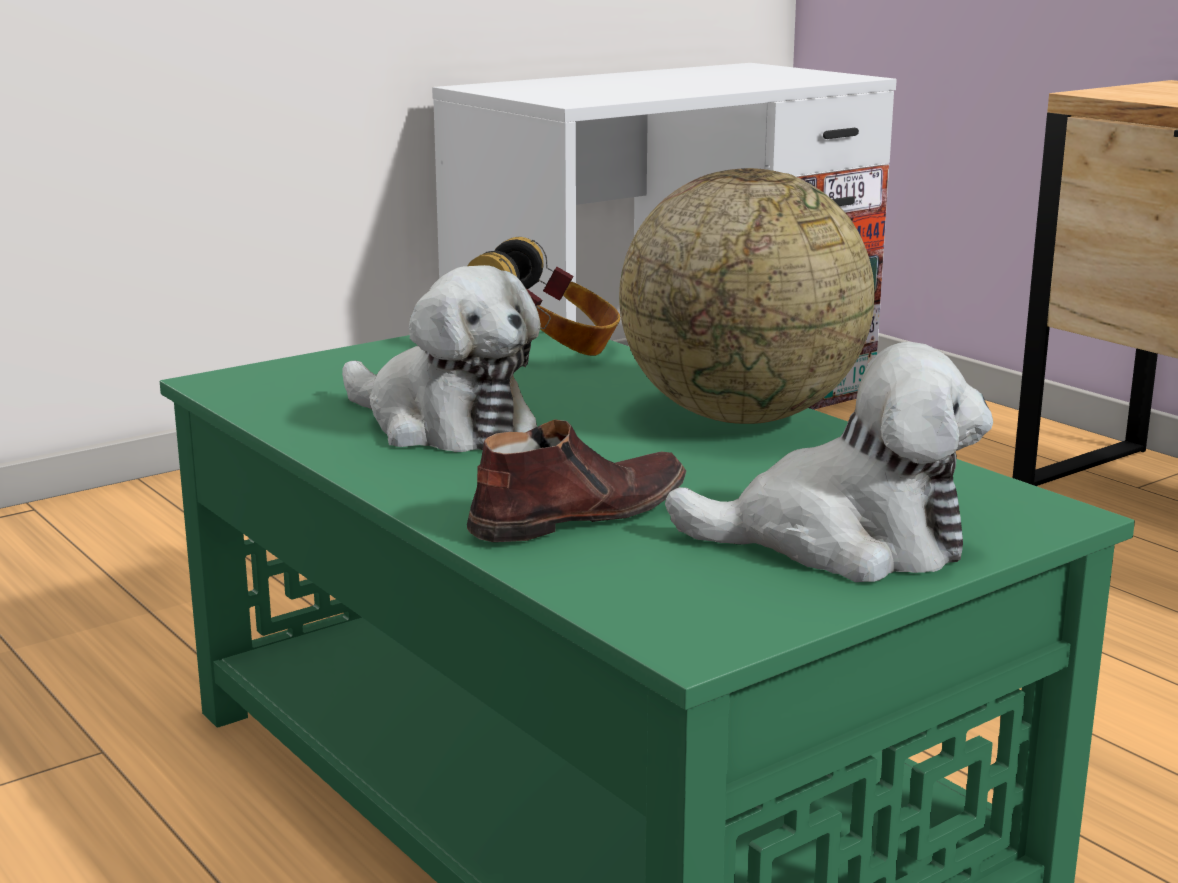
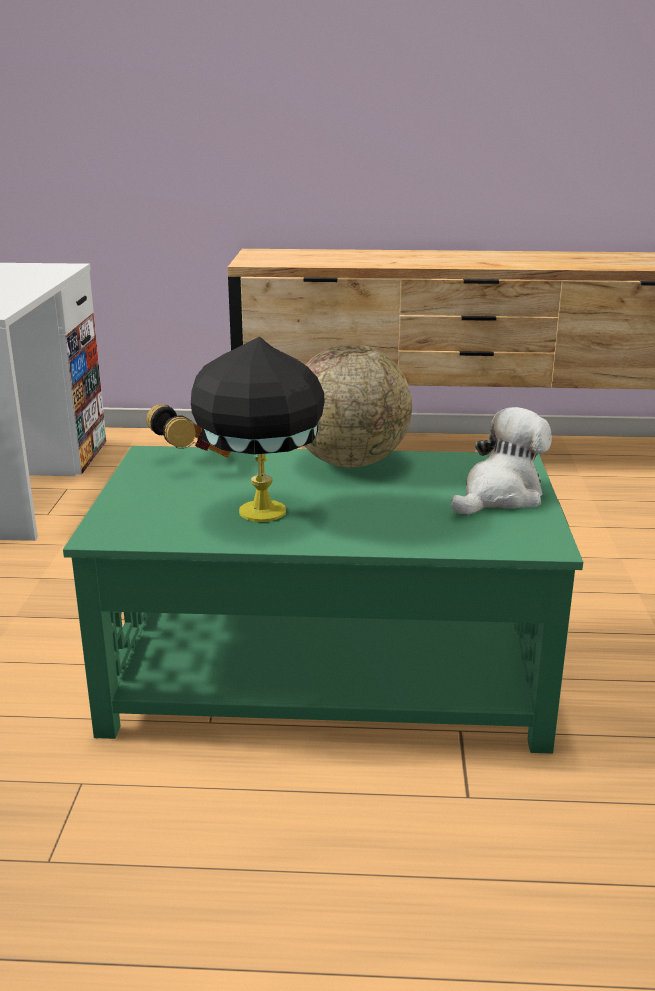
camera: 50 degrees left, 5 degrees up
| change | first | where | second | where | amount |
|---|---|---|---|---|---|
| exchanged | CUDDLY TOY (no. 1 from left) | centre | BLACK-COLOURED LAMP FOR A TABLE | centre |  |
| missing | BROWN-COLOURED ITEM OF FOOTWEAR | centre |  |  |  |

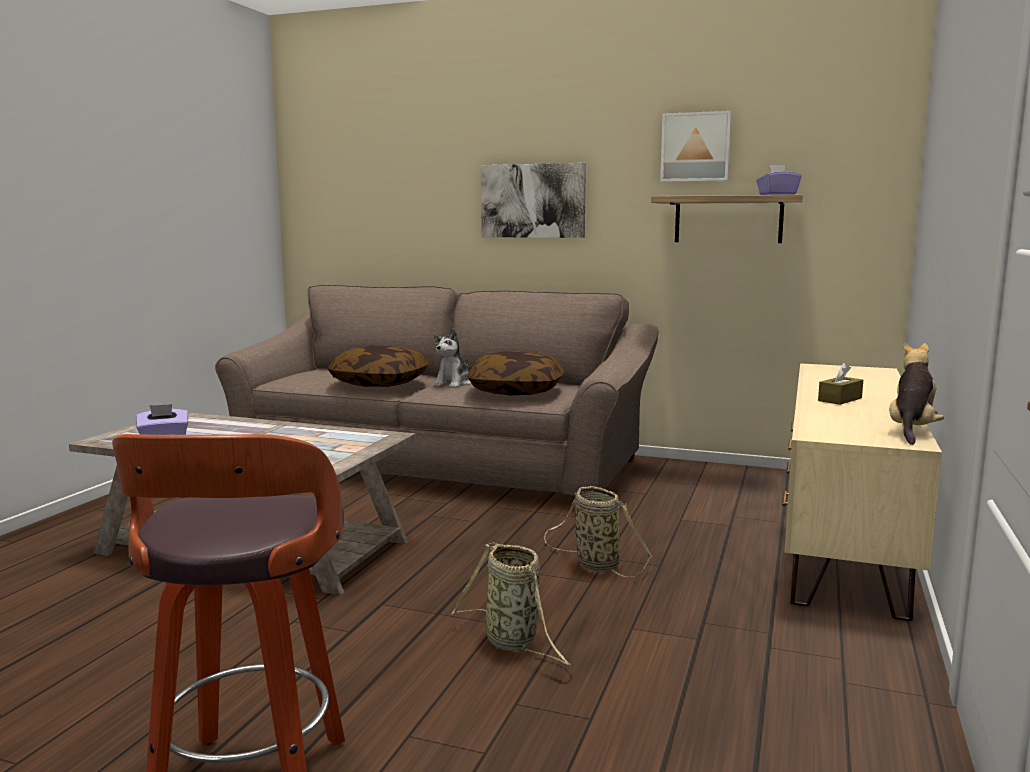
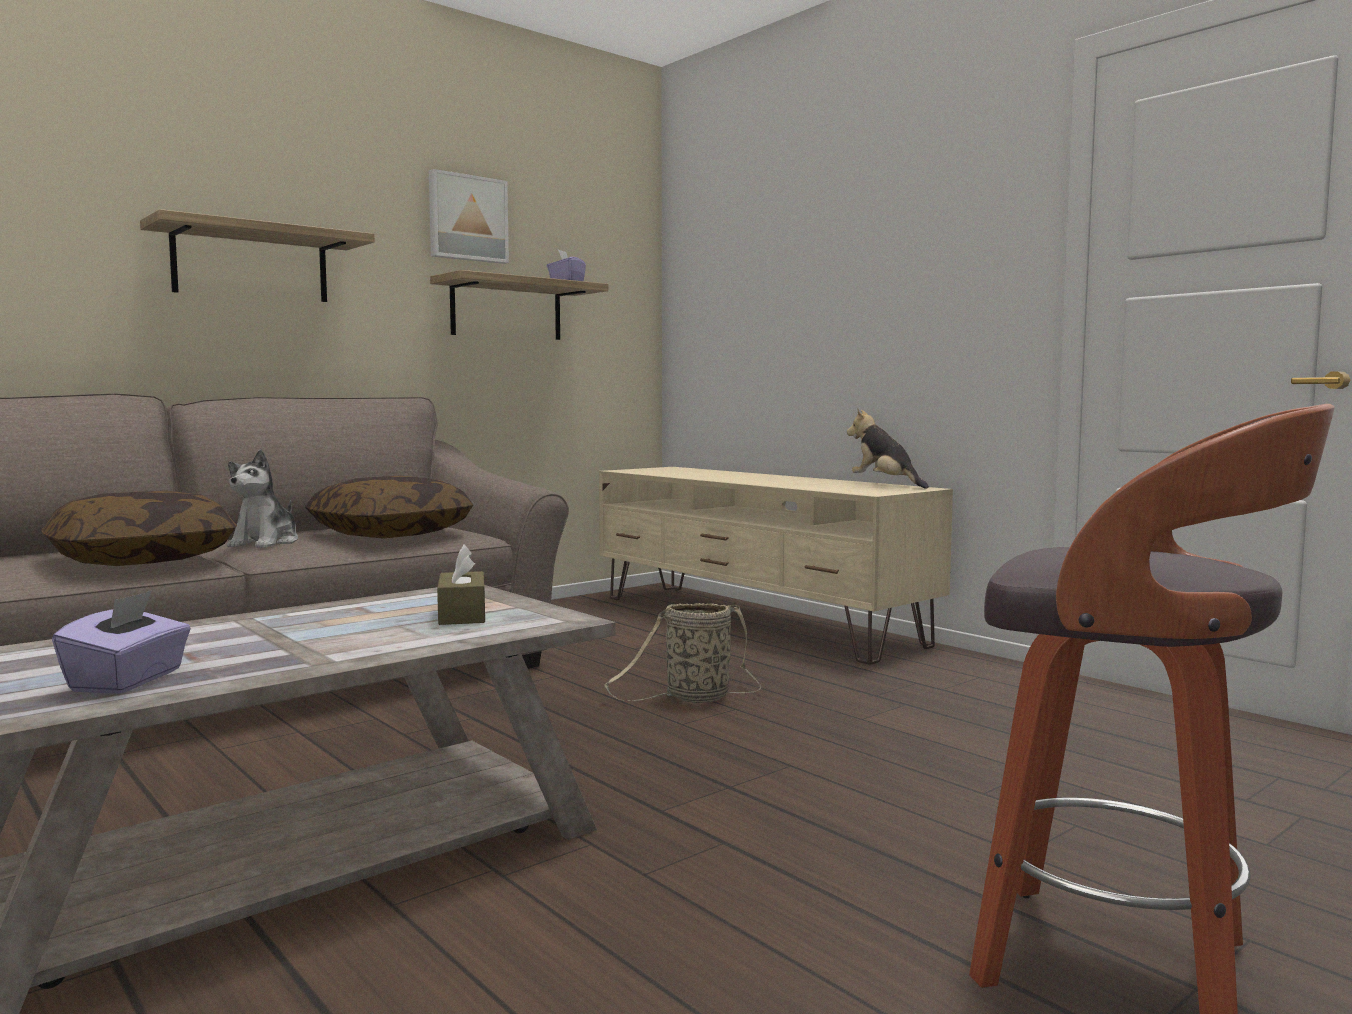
camera: 60 degrees left, 5 degrees down
| change | first | where | second | where | amount |
|---|---|---|---|---|---|
| exchanged | WALL ART (no. 1 from left) | top centre | SHELF (no. 1 from left) | top left |  |
| spun | CUDDLY TOY (no. 1 from left) | centre |  | middle left | 45 degrees clockwise |
| relocated | BROWN-COLOURED TISSUE HOLDER | middle right |  | centre |  |
| missing | BASKET (no. 1 from left) | bottom centre |  |  |  |

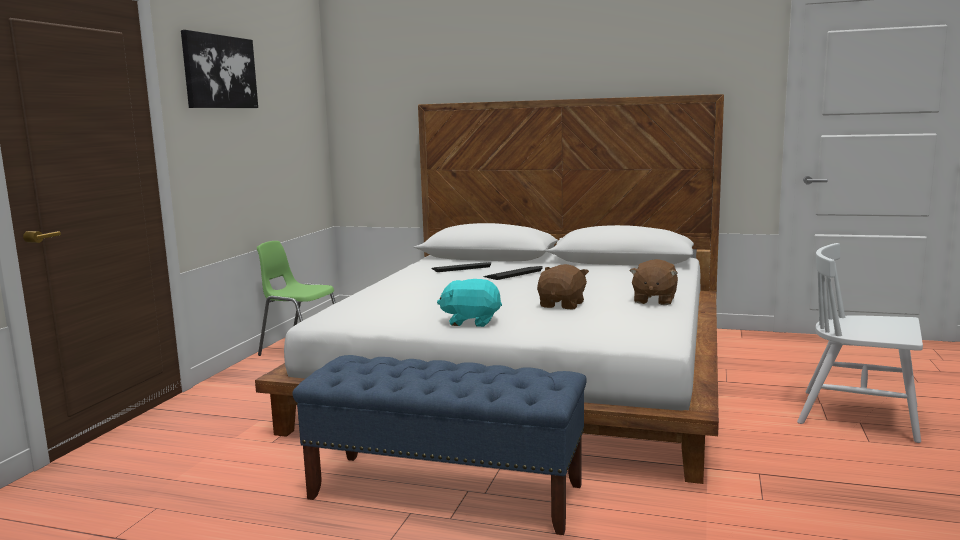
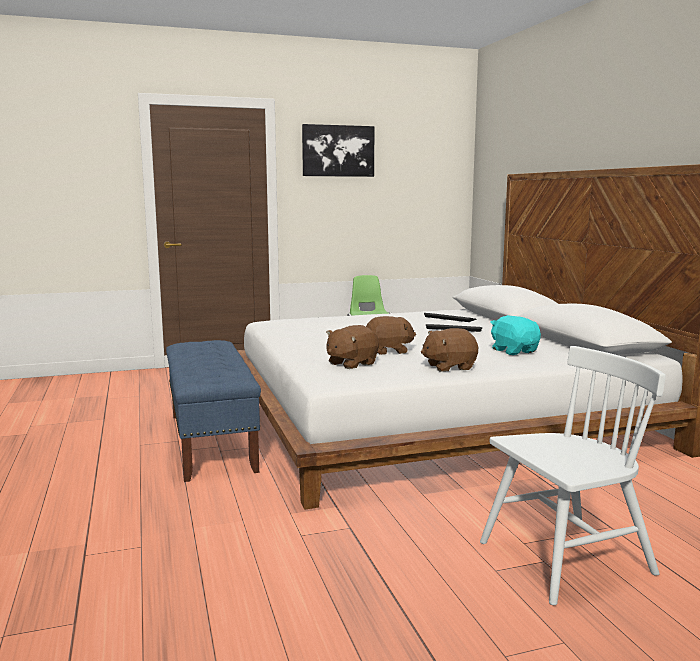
camera: 55 degrees right, 0 degrees up
| change | first | where | second | where | amount |
|---|---|---|---|---|---|
| spun | WHITE-COLOURED CHAIR | middle right |  | bottom right | 75 degrees clockwise |
| relocated | TURQUOISE CUDDLY TOY | centre |  | middle right |  |
| appeared |  |  | BROWN-COLOURED CUDDLY TOY (no. 1 from left) | centre |  |

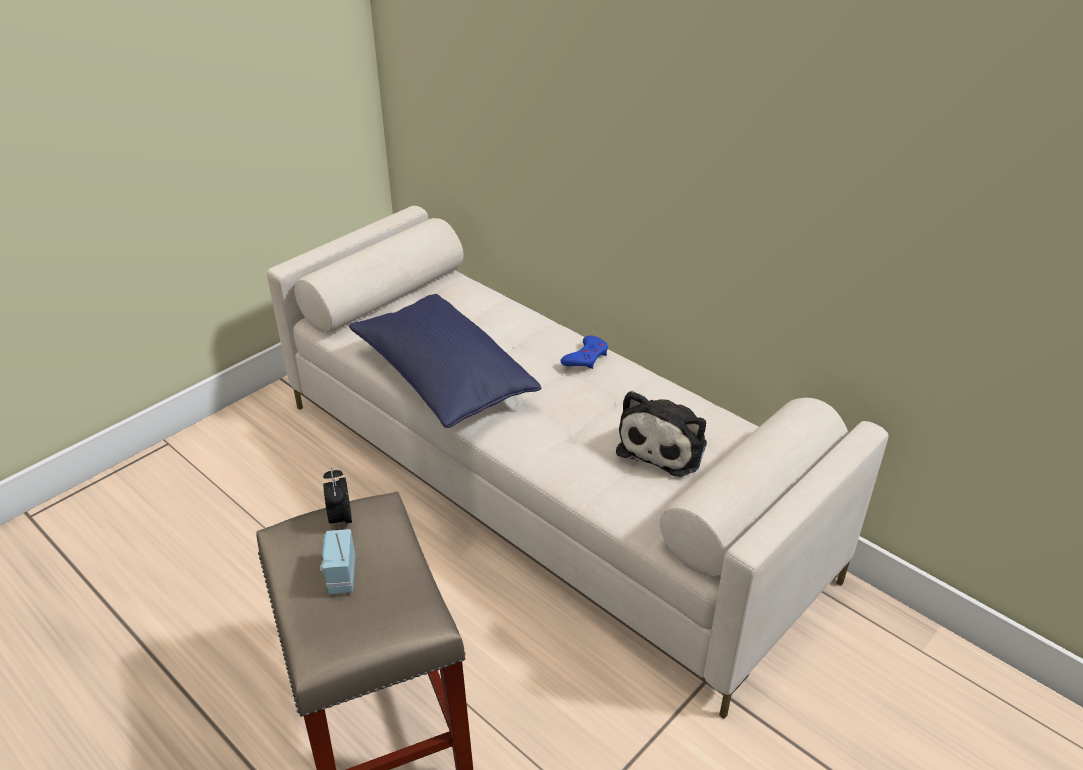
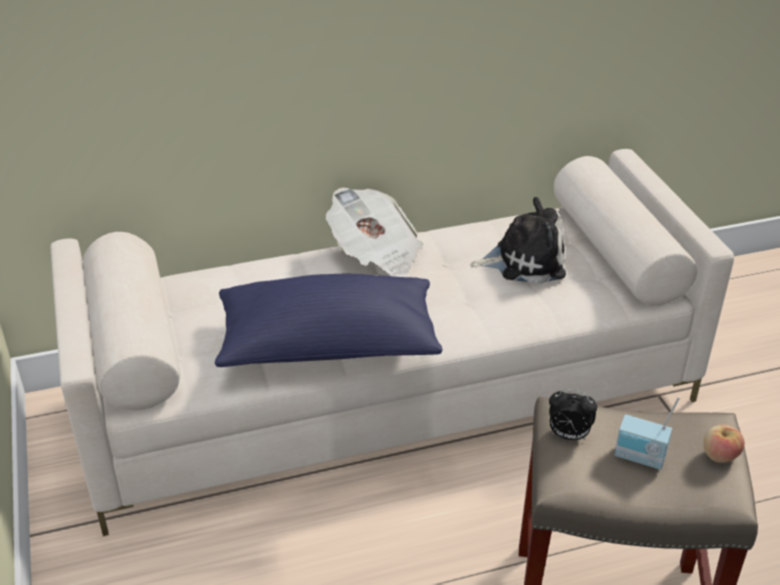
camera: 60 degrees left, 0 degrees up
| change | first | where | second | where | amount |
|---|---|---|---|---|---|
| exchanged | BLUE-COLOURED JOYPAD | centre | DAILY PAPER | centre |  |
| spun | CUDDLY TOY | centre |  | centre | 60 degrees counterclockwise |
| appeared |  |  | WHOLE APPLE | bottom right |  |

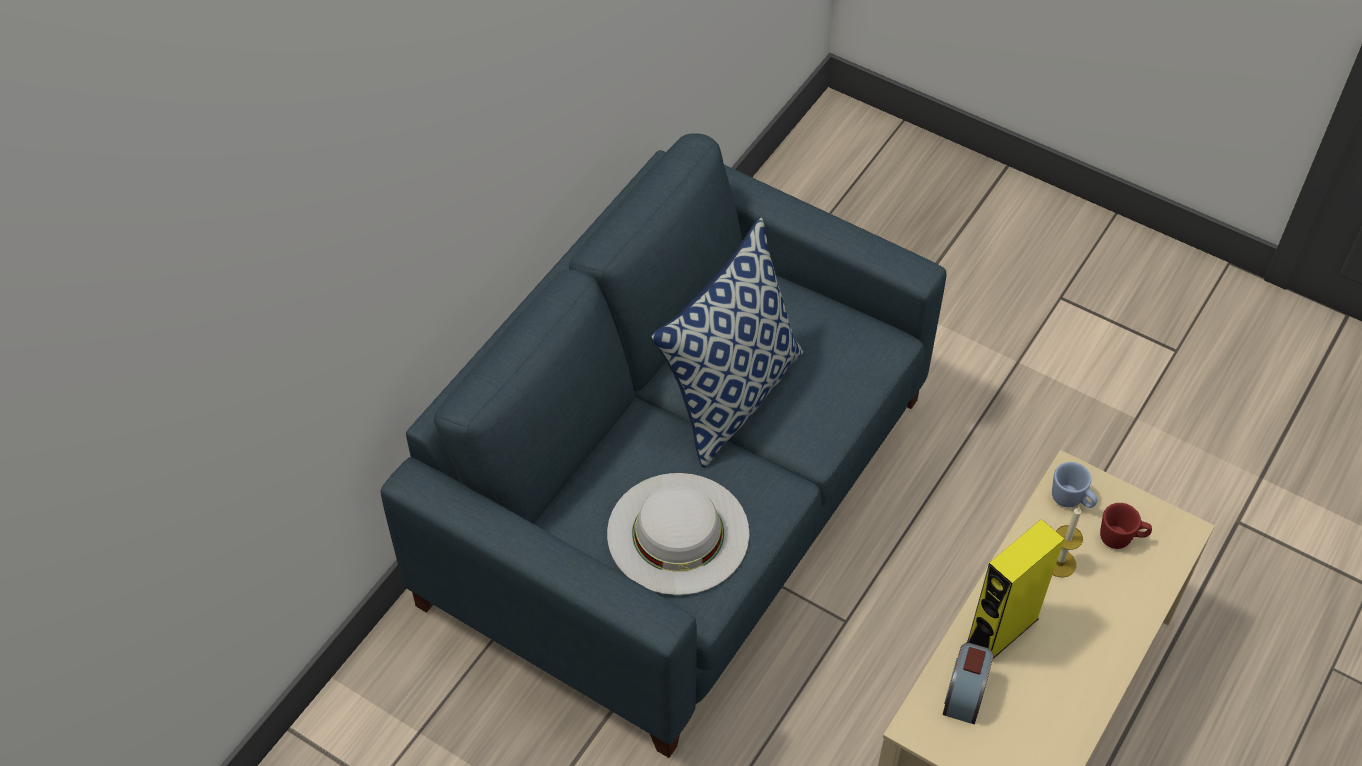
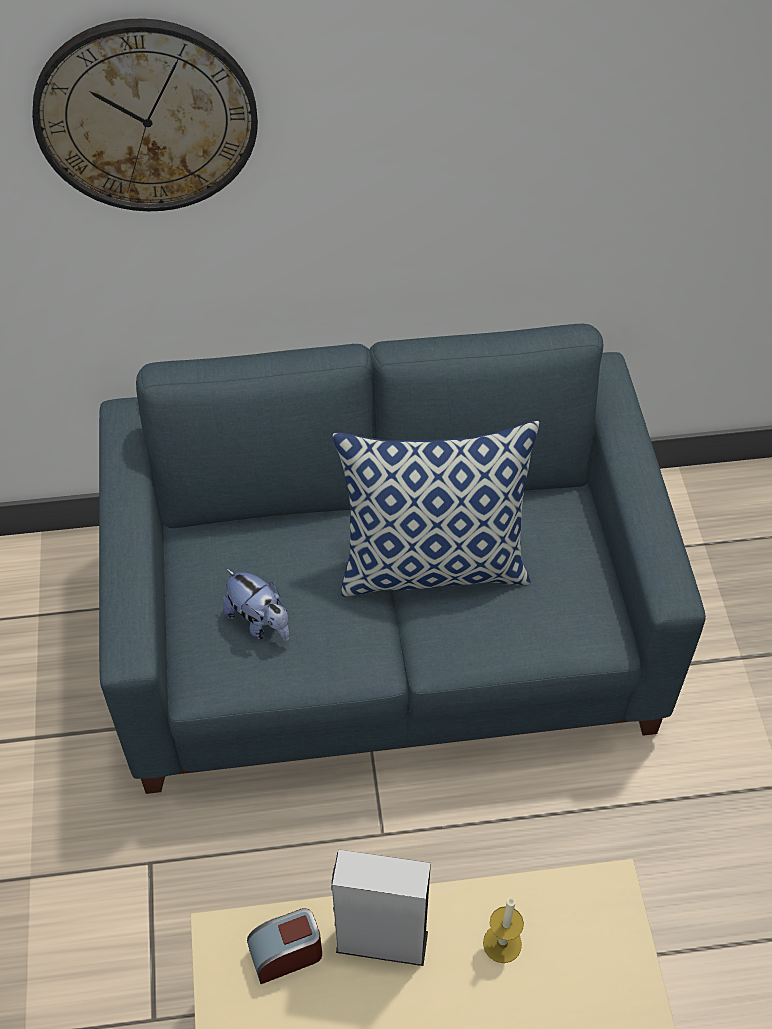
camera: 50 degrees right, 0 degrees up
| change | first | where | second | where | amount |
|---|---|---|---|---|---|
| missing | BLUE-COLOURED TEA MUG | middle right |  |  |  |
| exchanged | WHITE-COLOURED WEARABLE HAT | bottom centre | CUDDLY TOY | middle left |  |
| missing | RED-COLOURED TEA MUG | bottom right |  |  |  |
| colour | YELLOW SPEAKER | bottom right | GREYISH SPEAKER | bottom centre |  |
| appeared |  |  | HANGING CLOCK | top left |  |

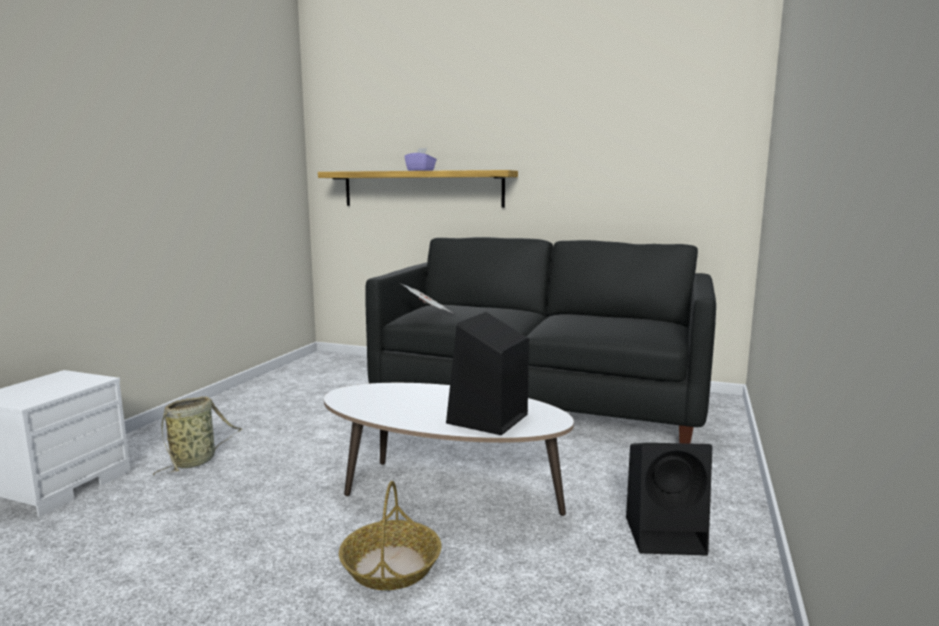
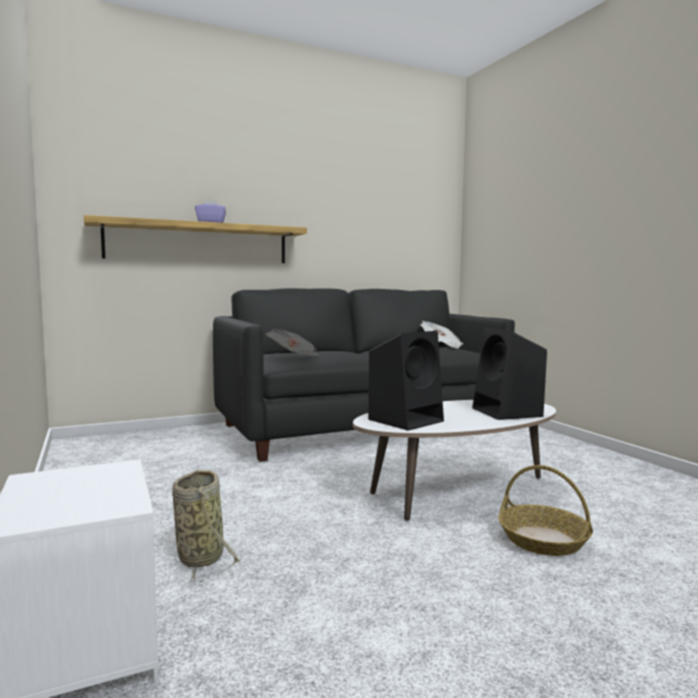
camera: 45 degrees left, 5 degrees down
| change | first | where | second | where | amount |
|---|---|---|---|---|---|
| relocated | BLACK-COLOURED SPEAKER (no. 2 from left in the first image) | bottom right | BLACK-COLOURED SPEAKER (no. 1 from left) | centre |  |
| appeared |  |  | DAILY PAPER (no. 2 from left) | centre |  |

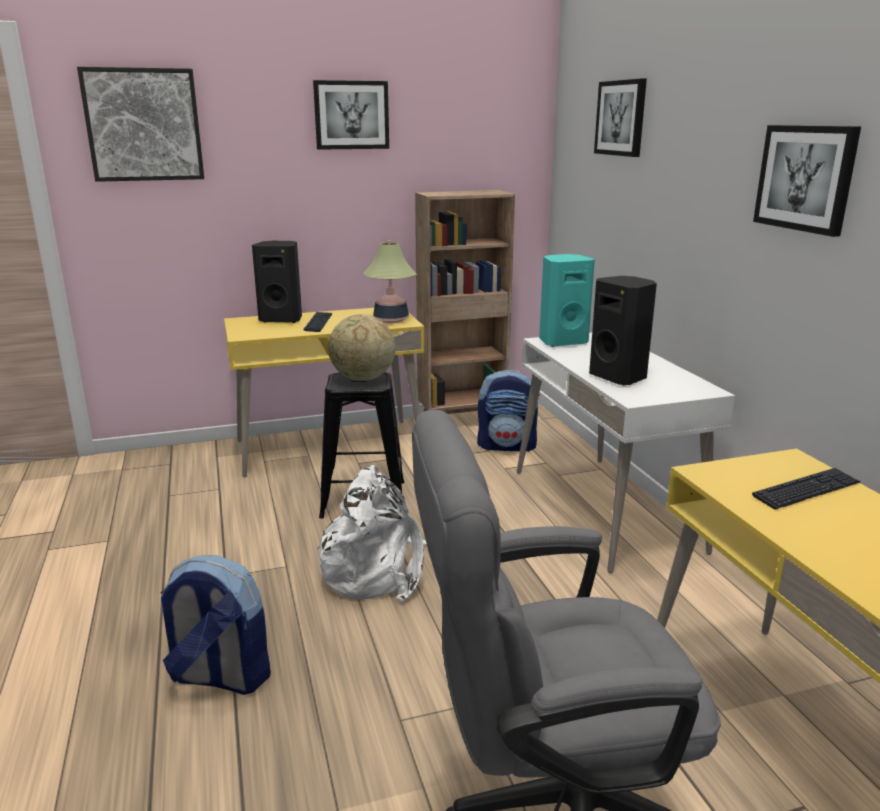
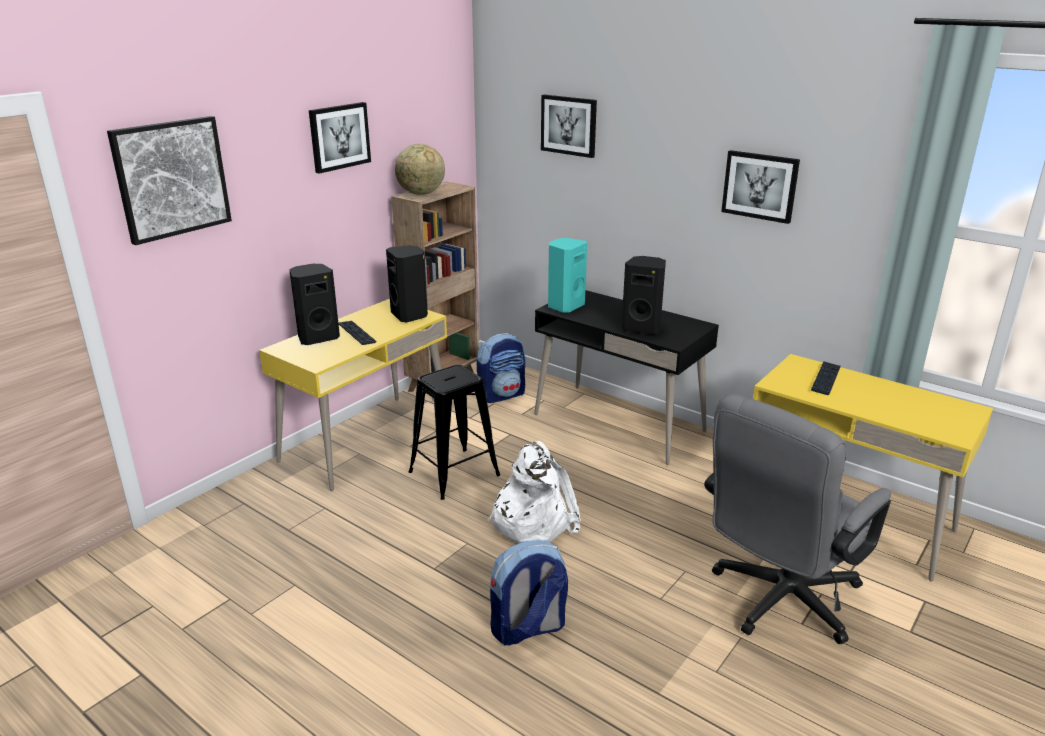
camera: 35 degrees left, 5 degrees up
| change | first | where | second | where | amount |
|---|---|---|---|---|---|
| exchanged | LAMP FOR A TABLE | centre | BLACK-COLOURED SPEAKER (no. 2 from left) | centre |  |
| relocated | GLOBE | centre |  | top centre |  |
| colour | WHITE-COLOURED DESK | middle right | BLACK-COLOURED DESK | centre |  |

